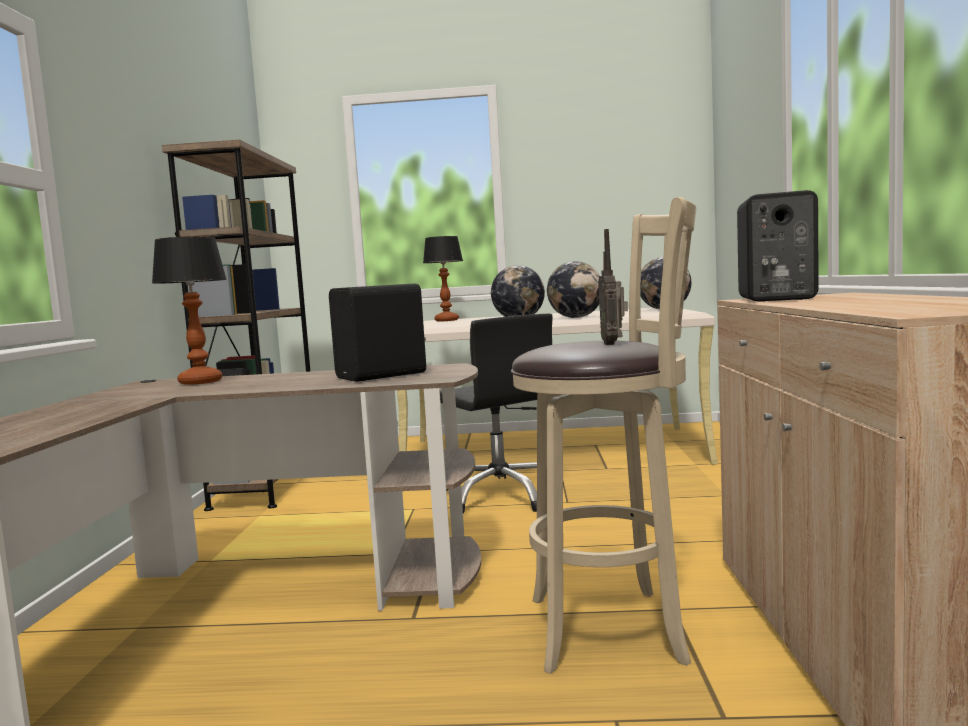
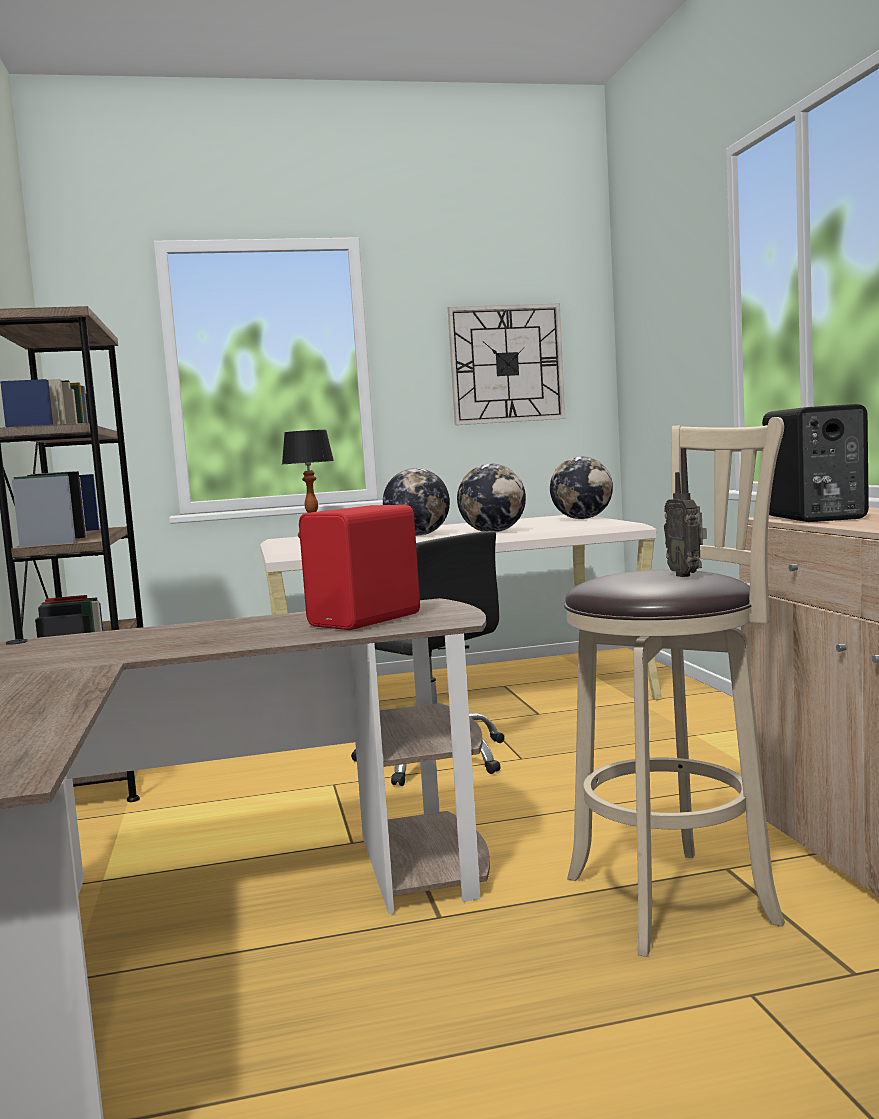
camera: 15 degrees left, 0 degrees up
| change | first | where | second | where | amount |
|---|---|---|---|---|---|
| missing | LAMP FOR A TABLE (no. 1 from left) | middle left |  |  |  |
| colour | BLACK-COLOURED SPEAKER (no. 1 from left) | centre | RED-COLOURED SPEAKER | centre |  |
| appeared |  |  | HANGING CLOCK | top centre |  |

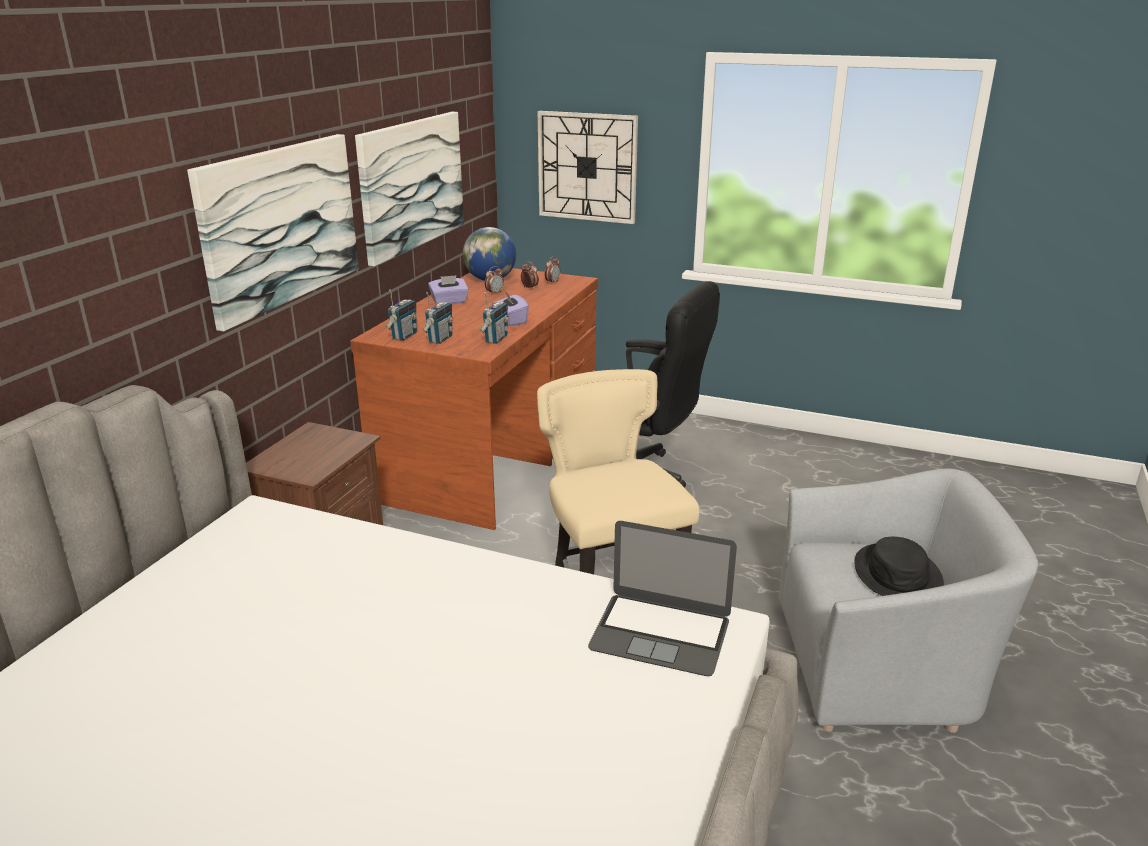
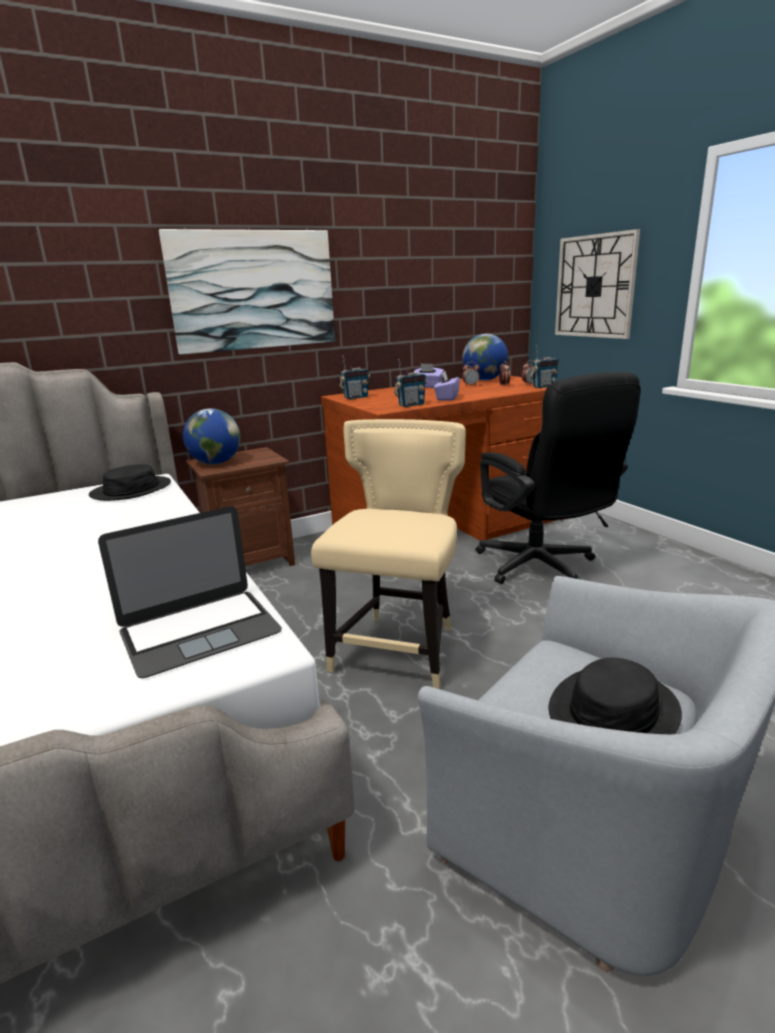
camera: 40 degrees right, 5 degrees down
| change | first | where | second | where | amount |
|---|---|---|---|---|---|
| missing | WALL ART (no. 2 from left) | top centre |  |  |  |
| relocated | RADIO RECEIVER (no. 2 from left in the first image) | centre | RADIO RECEIVER (no. 3 from left) | middle right |  |
| spun | LAPTOP | bottom centre |  | middle left | 90 degrees counterclockwise |
| appeared |  |  | GLOBE (no. 1 from left) | middle left |  |
| appeared |  |  | BLACK-COLOURED WEARABLE HAT (no. 1 from left) | middle left |  |

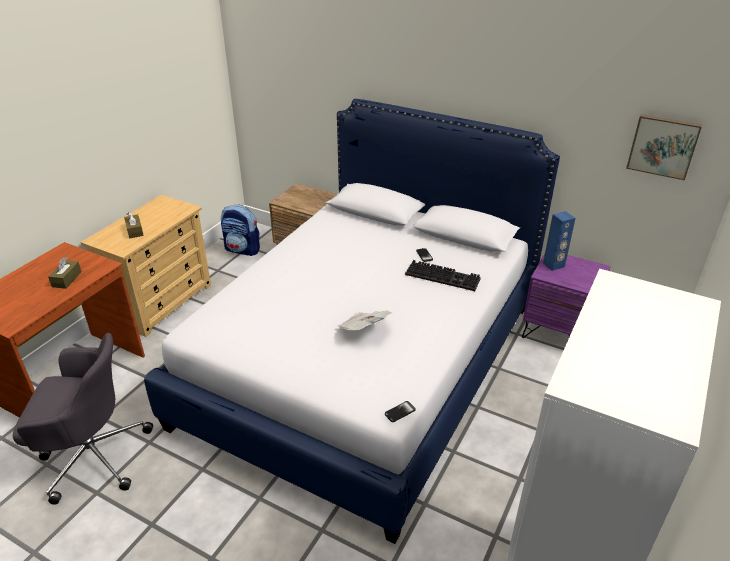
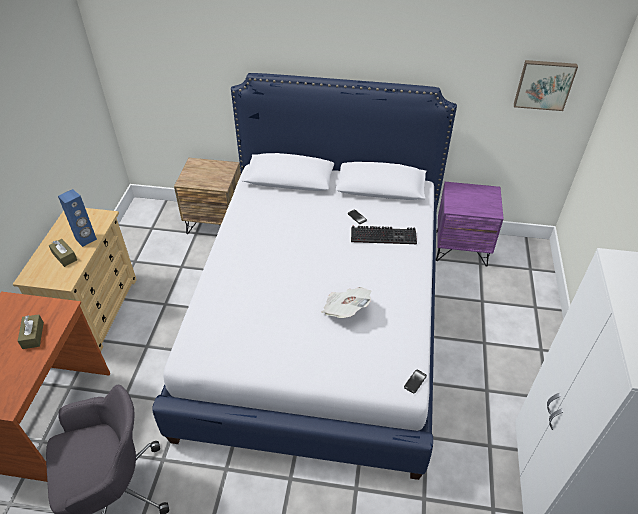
camera: 20 degrees left, 10 degrees up
| change | first | where | second | where | amount |
|---|---|---|---|---|---|
| missing | BACKPACK | middle left |  |  |  |
| relocated | BLUE-COLOURED SPEAKER | middle right |  | middle left |  |

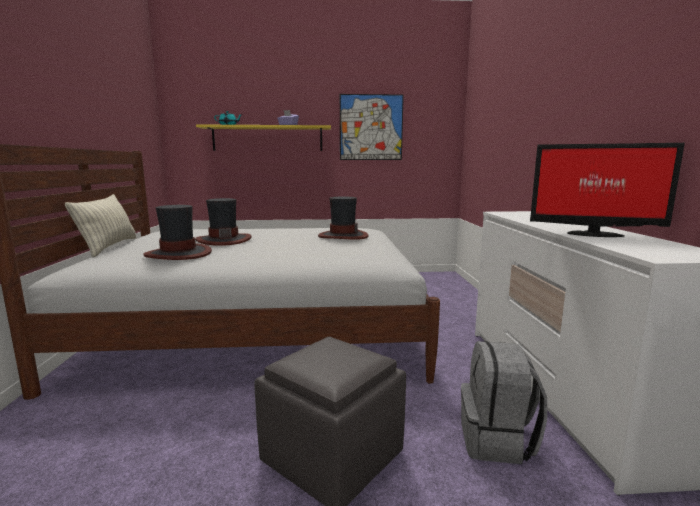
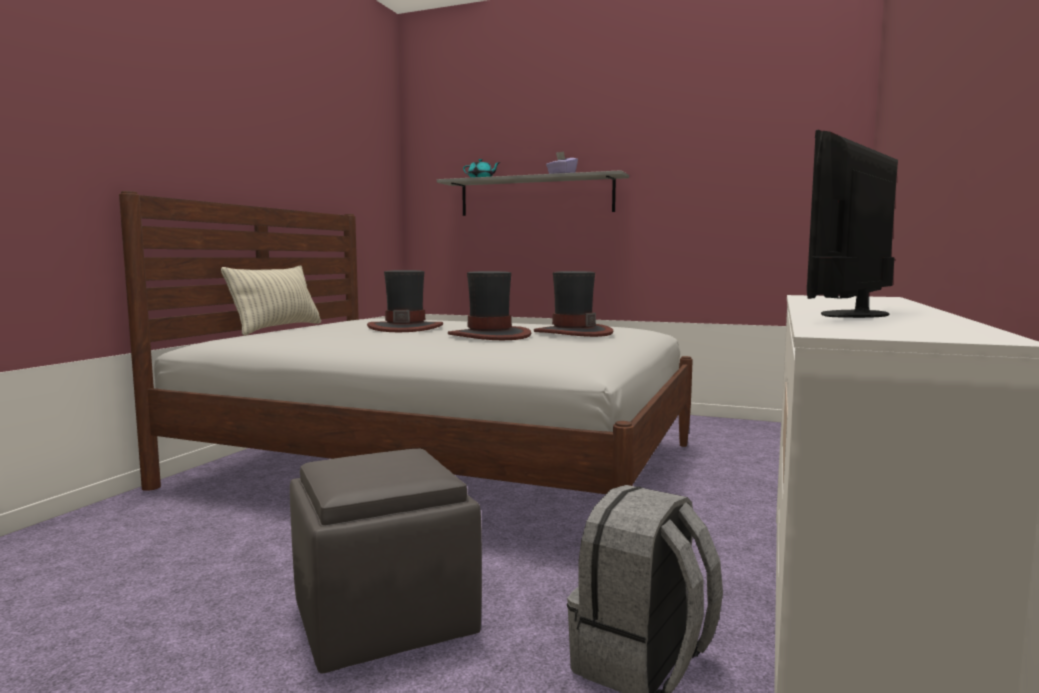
camera: 25 degrees right, 5 degrees down
| change | first | where | second | where | amount |
|---|---|---|---|---|---|
| missing | WALL ART | top centre |  |  |  |
| colour | YELLOW SHELF | top centre | GREYISH SHELF | top centre |  |
| spun | COMPUTER DISPLAY | middle right |  | top right | 90 degrees clockwise |
| relocated | WEARABLE HAT (no. 1 from left in the first image) | middle left | WEARABLE HAT (no. 2 from left) | centre |  |

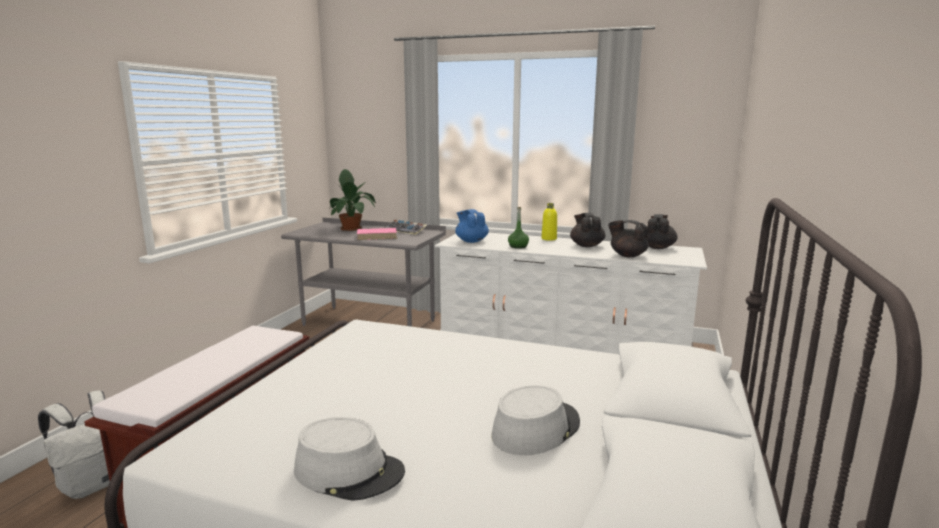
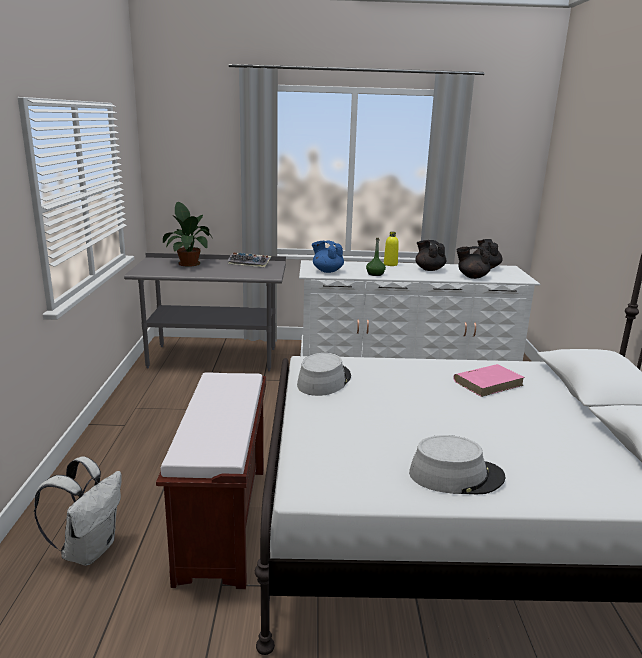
camera: 20 degrees left, 5 degrees up
| change | first | where | second | where | amount |
|---|---|---|---|---|---|
| relocated | PINKISH VOLUME | centre |  | middle right |  |
| relocated | GREYISH WEARABLE HAT (no. 2 from left in the first image) | bottom centre | GREYISH WEARABLE HAT (no. 1 from left) | centre |  |

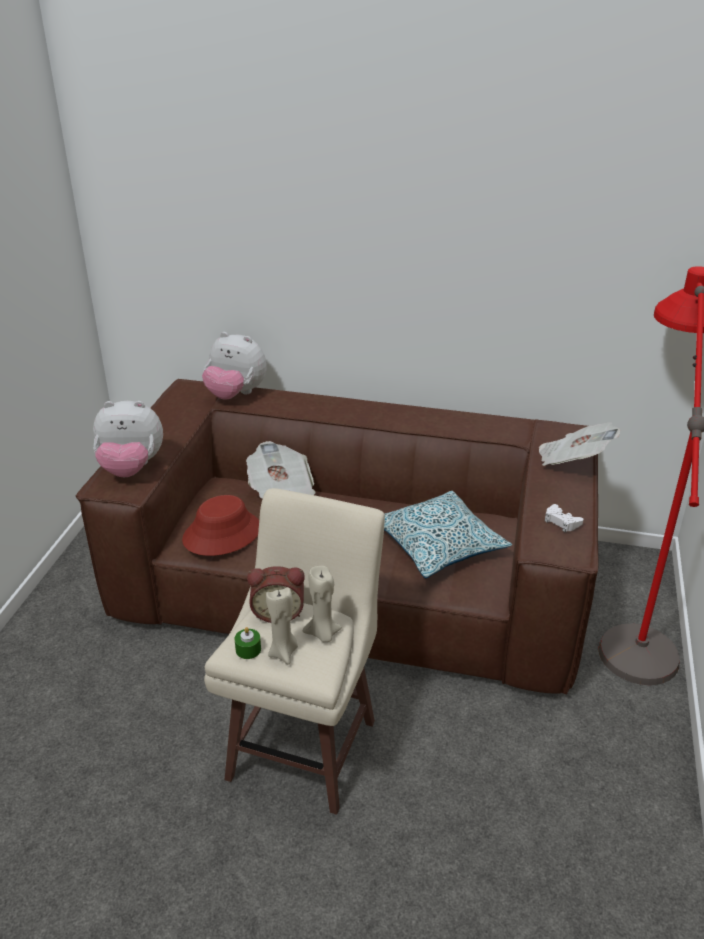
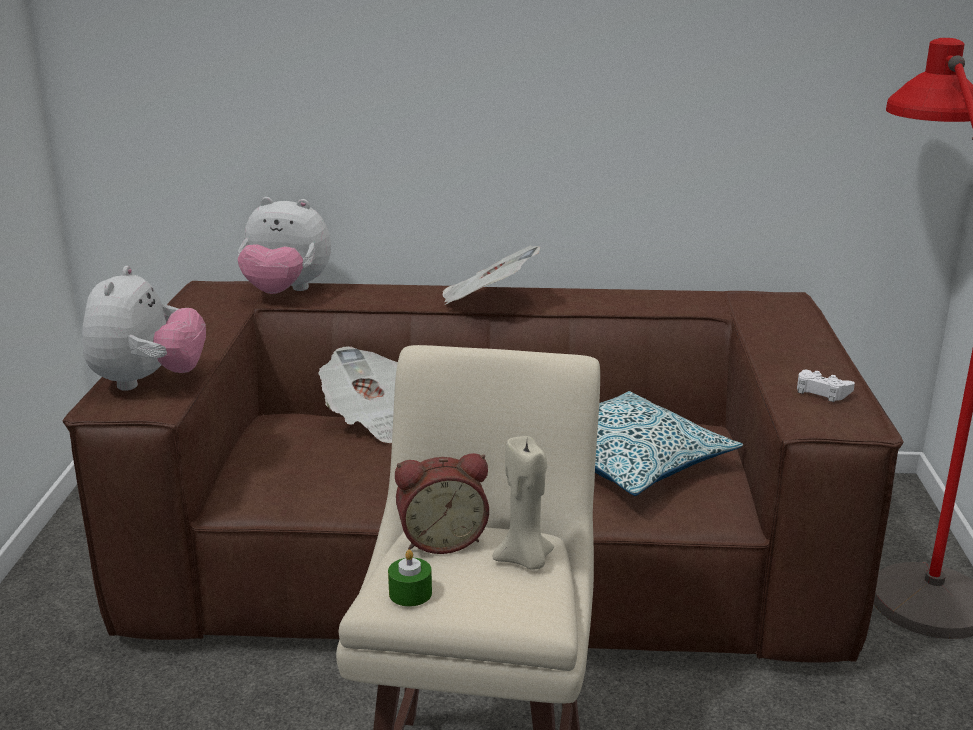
camera: 10 degrees left, 10 degrees down
| change | first | where | second | where | amount |
|---|---|---|---|---|---|
| spun | CUDDLY TOY (no. 1 from left) | middle left |  | middle left | 75 degrees counterclockwise |
| relocated | DAILY PAPER (no. 2 from left) | middle right |  | centre |  |
| missing | RED-COLOURED WEARABLE HAT | middle left |  |  |  |
| missing | SAND-COLOURED CANDLE (no. 1 from left) | bottom centre |  |  |  |

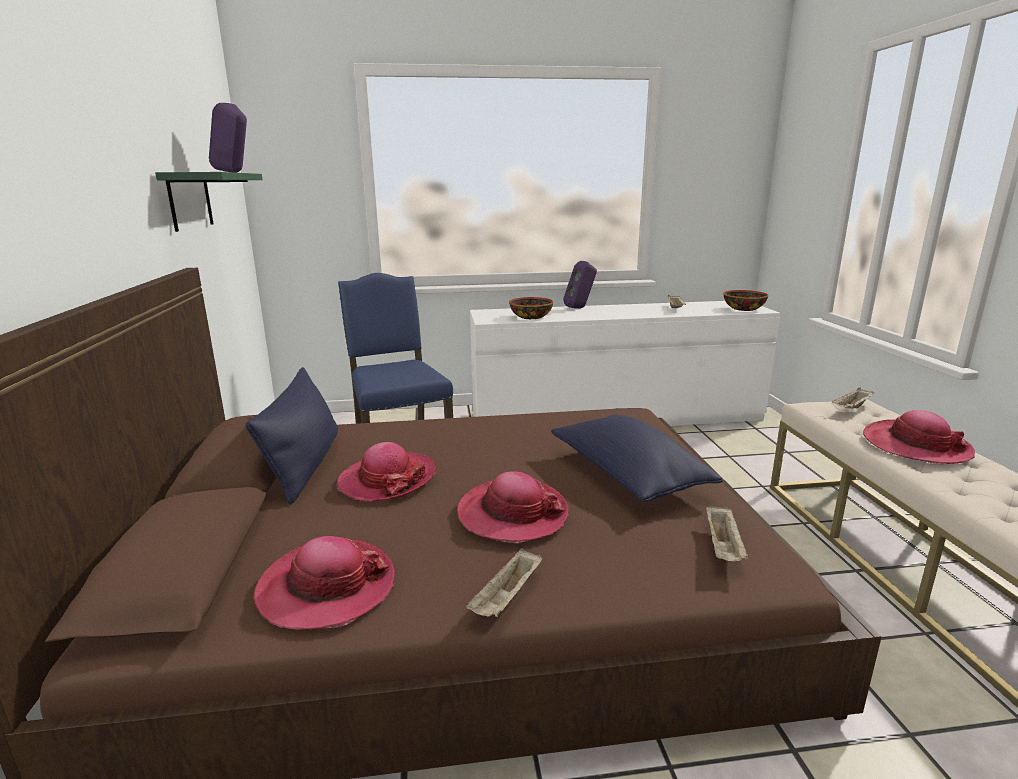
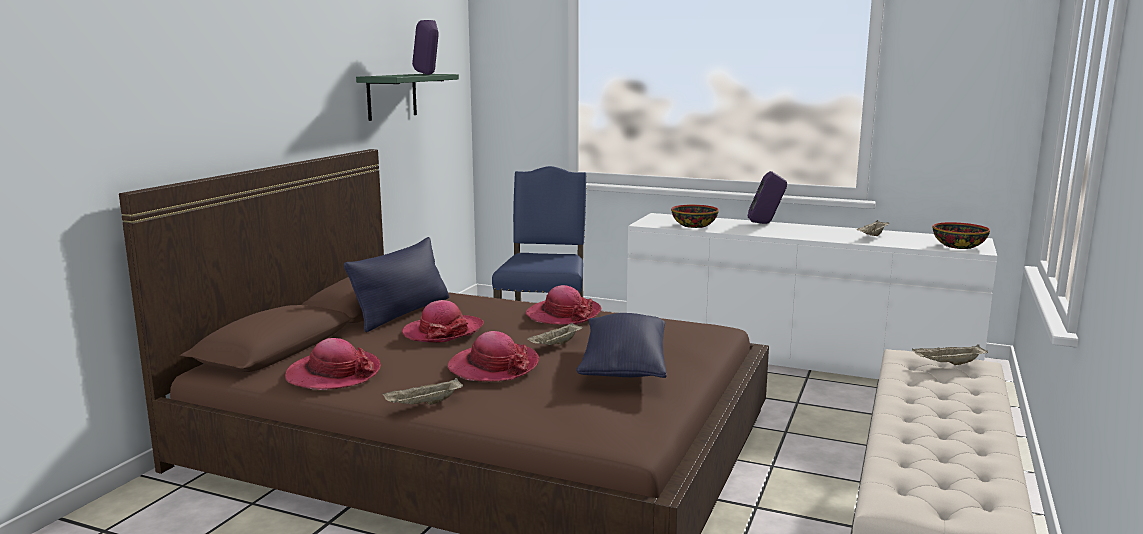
camera: 30 degrees right, 5 degrees down
| change | first | where | second | where | amount |
|---|---|---|---|---|---|
| relocated | WEARABLE HAT (no. 4 from left) | middle right |  | centre |  |
| relocated | SAND-COLOURED SERVING TRAY (no. 3 from left in the first image) | bottom right | SAND-COLOURED SERVING TRAY (no. 2 from left) | centre |  |

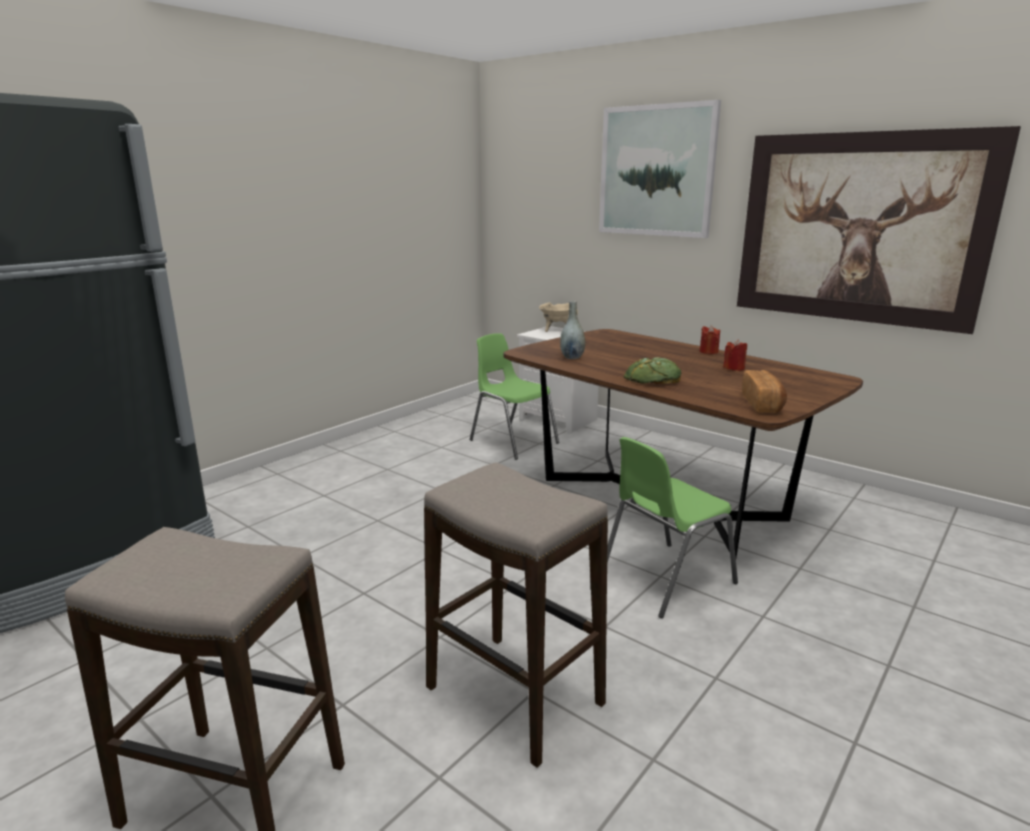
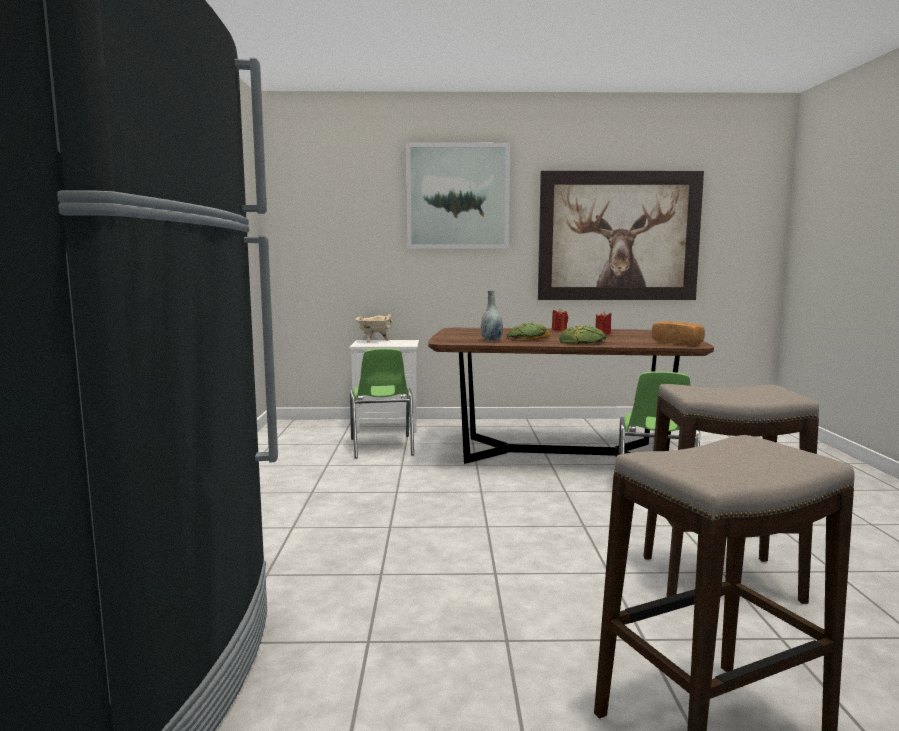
camera: 40 degrees left, 10 degrees down
| change | first | where | second | where | amount |
|---|---|---|---|---|---|
| spun | GREENISH CHAIR (no. 1 from left) | centre |  | centre | 105 degrees counterclockwise |
| appeared |  |  | BREAD (no. 1 from left) | centre |  |

